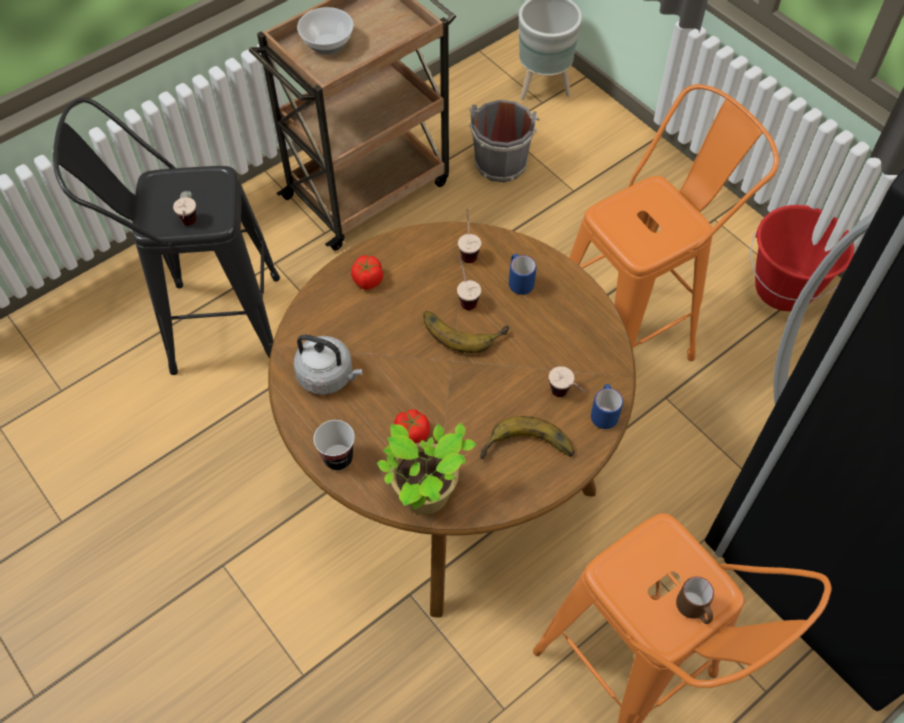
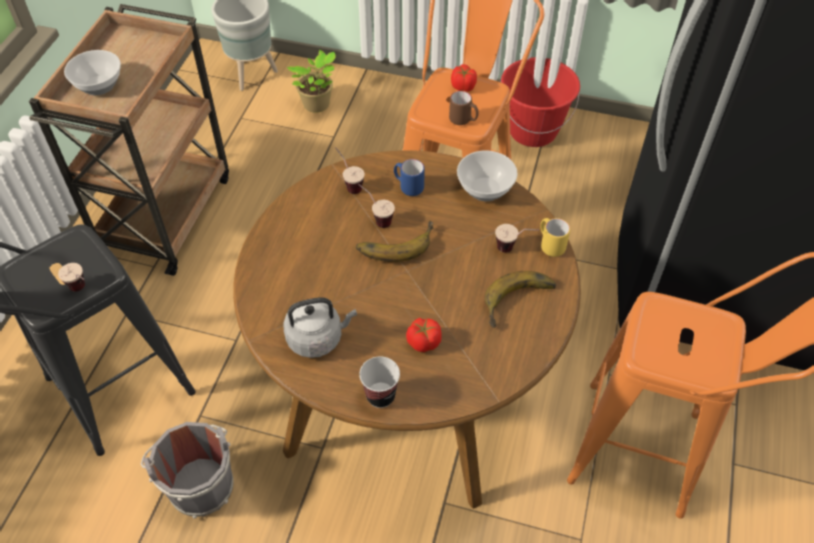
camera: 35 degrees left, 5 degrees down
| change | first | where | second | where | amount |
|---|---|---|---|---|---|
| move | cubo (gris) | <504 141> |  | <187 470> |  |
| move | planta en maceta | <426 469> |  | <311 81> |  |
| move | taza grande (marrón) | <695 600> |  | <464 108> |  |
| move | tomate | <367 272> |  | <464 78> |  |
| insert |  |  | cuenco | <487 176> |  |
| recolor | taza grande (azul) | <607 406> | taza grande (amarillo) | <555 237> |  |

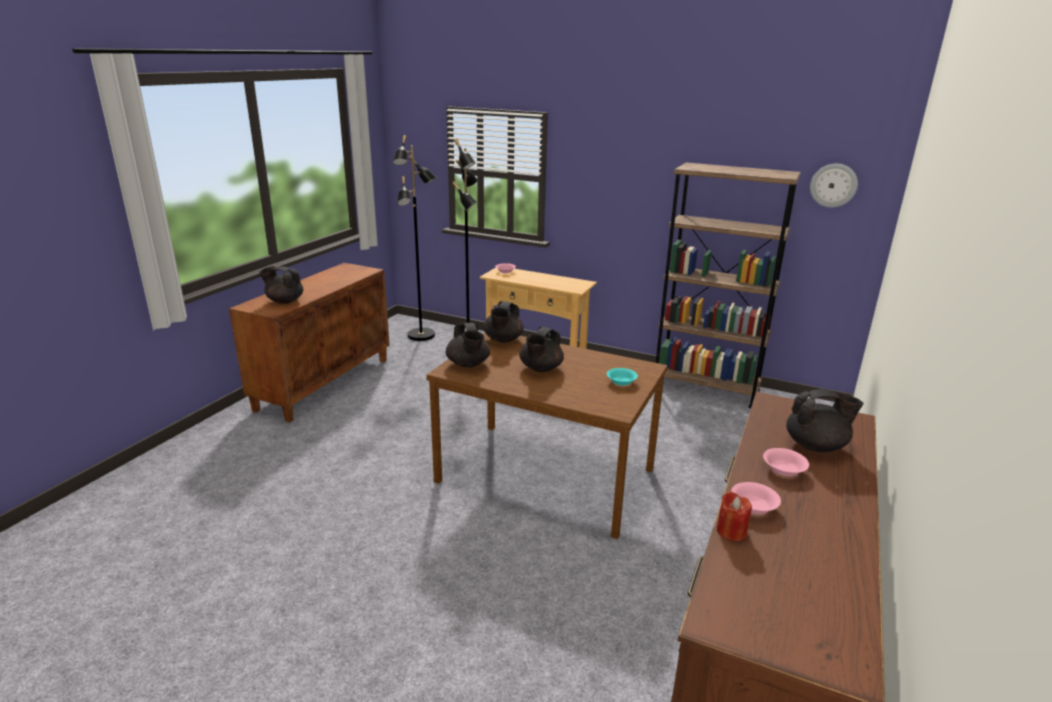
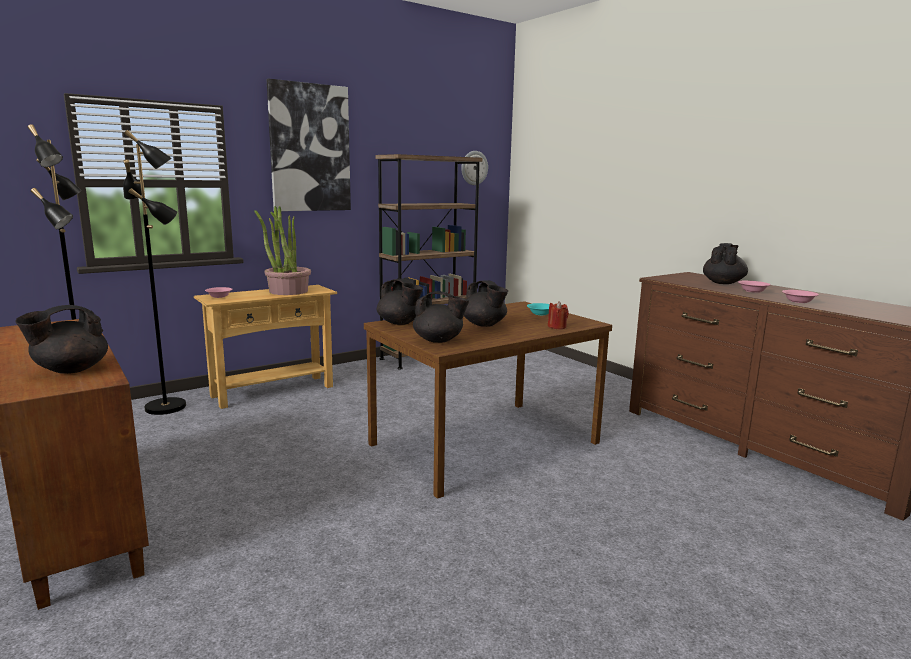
camera: 60 degrees left, 10 degrees down
| change | first | where | second | where | amount |
|---|---|---|---|---|---|
| insert |  |  | planta en maceta | <282 250> |  |
| insert |  |  | cuadro | <308 144> |  |
| move | vela (rojo) | <734 516> |  | <558 315> |  |

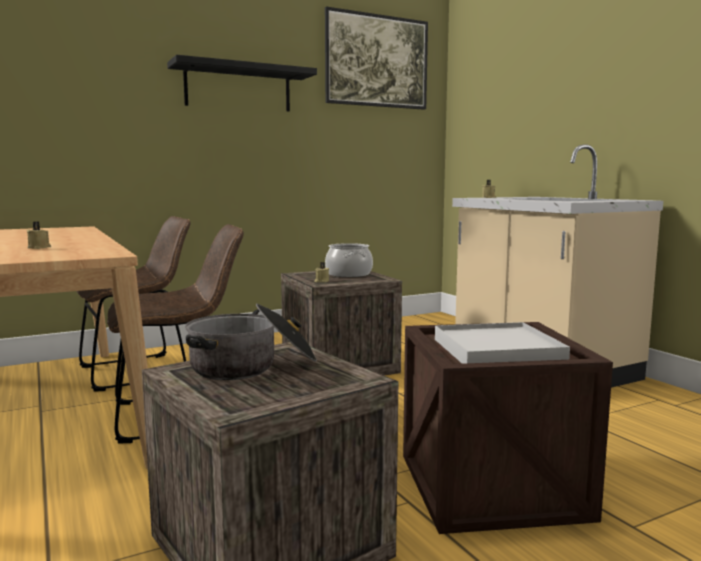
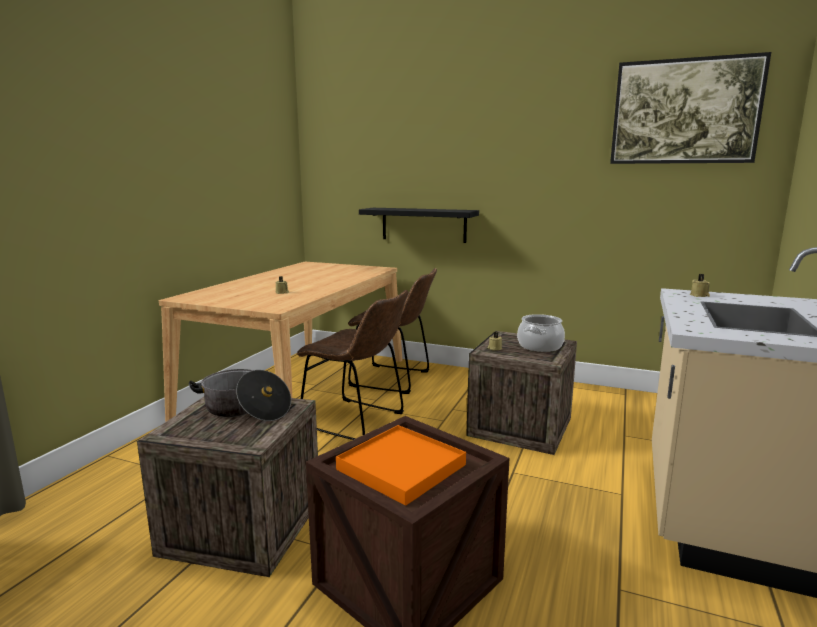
camera: 50 degrees right, 5 degrees up
| change | first | where | second | where | amount |
|---|---|---|---|---|---|
| recolor | bandeja (blanco) | <502 343> | bandeja (naranja) | <401 465> |  |
| move | estante (negro) | <242 83> |  | <419 225> |  |

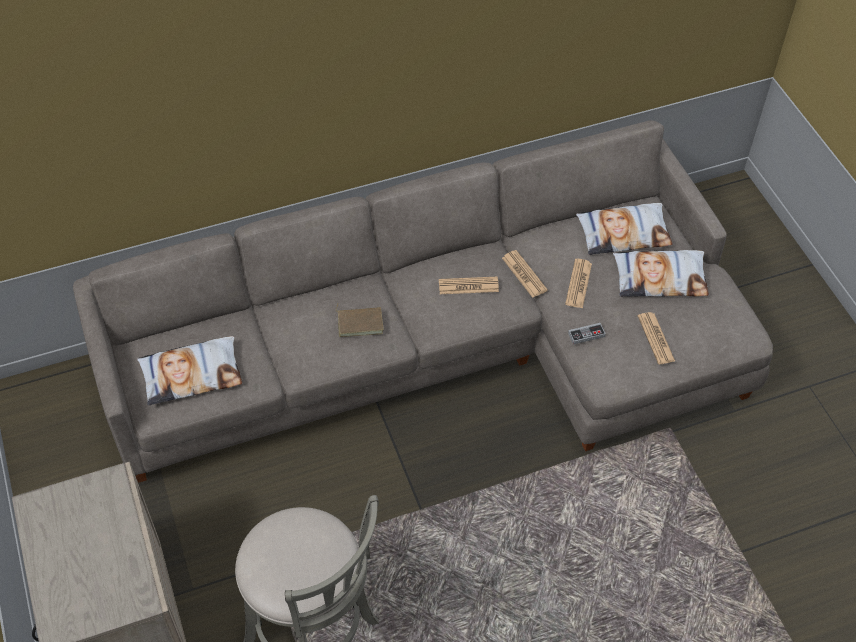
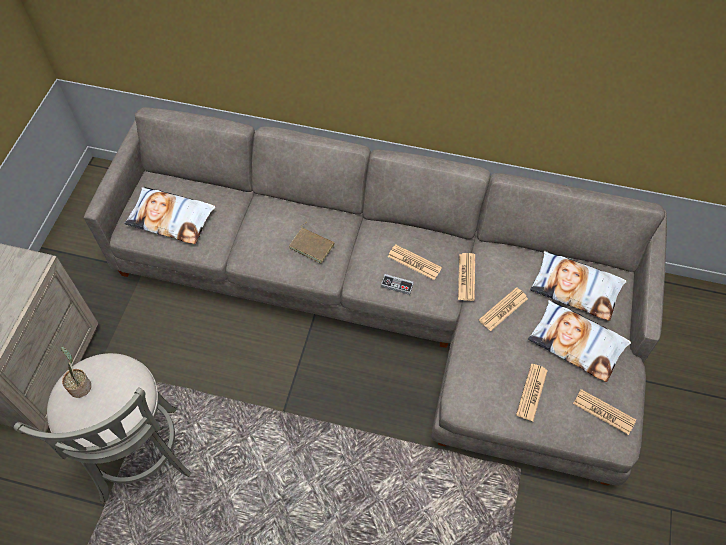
camera: 35 degrees right, 5 degrees up
| change | first | where | second | where | amount |
|---|---|---|---|---|---|
| insert |  |  | planta en maceta | <76 372> |  |
| move | mando de consola | <587 334> |  | <397 284> |  |
| insert |  |  | periódico | <604 412> |  |

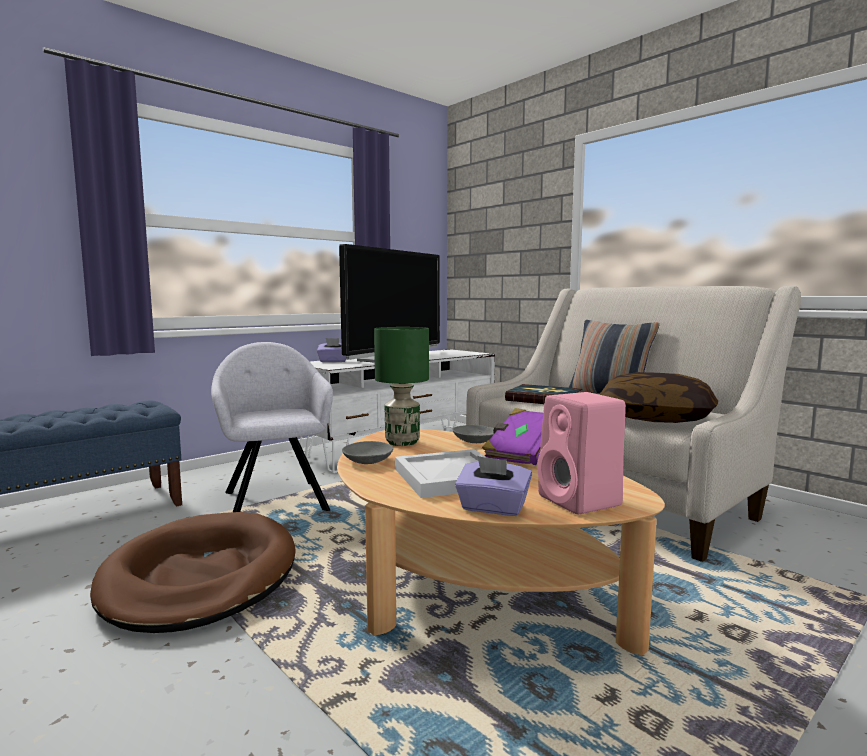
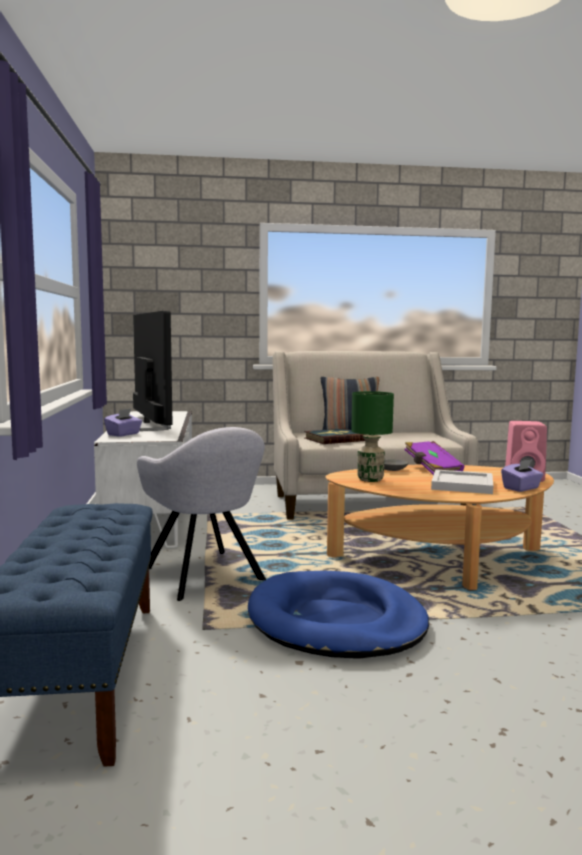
camera: 55 degrees left, 0 degrees up
| change | first | where | second | where | amount |
|---|---|---|---|---|---|
| rotate | sillón (gris) | <272 427> |  | <201 514> | 135 degrees counterclockwise |
| recolor | cama para perro (marrón) | <193 572> | cama para perro (azul) | <338 615> |  |
| delete | cuenco (gris) | <367 452> |  |  |  |
| delete | cojín | <658 397> |  |  |  |

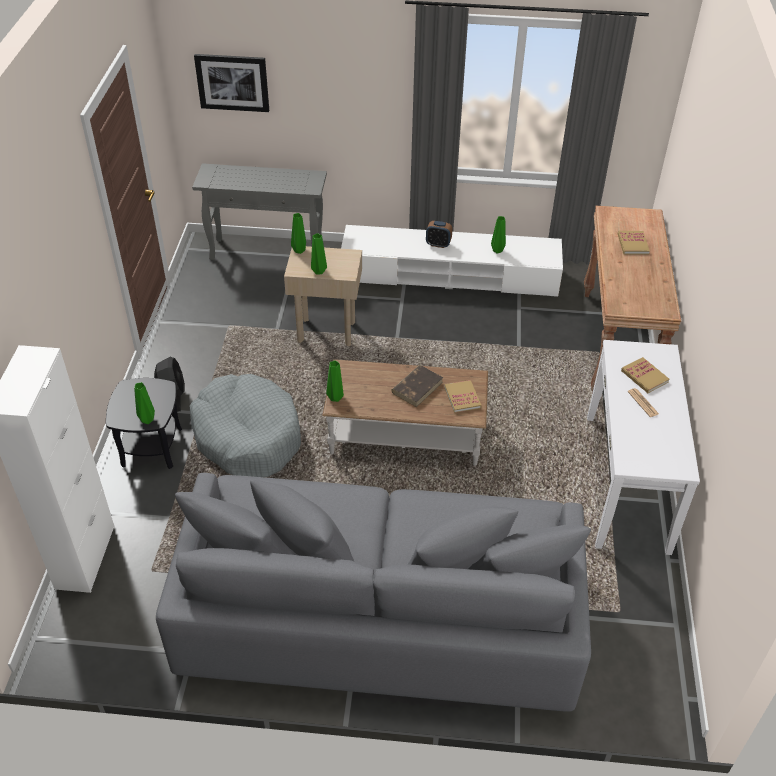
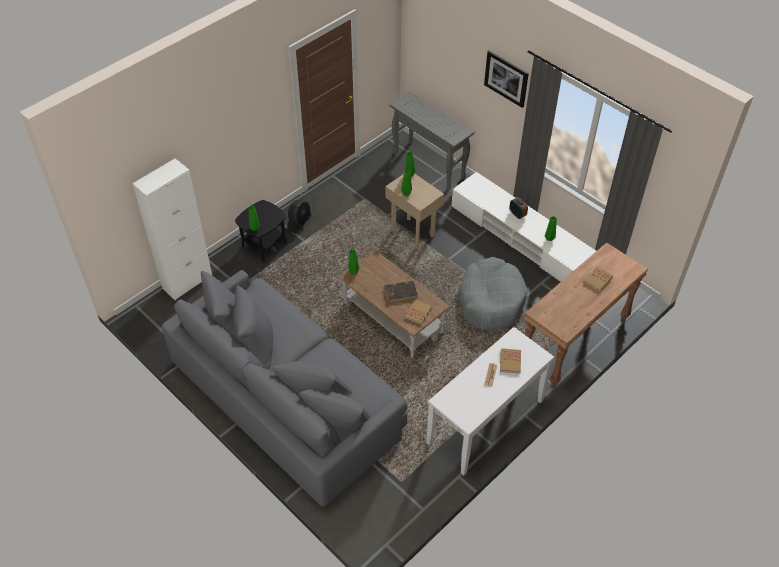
camera: 40 degrees right, 5 degrees up
| change | first | where | second | where | amount |
|---|---|---|---|---|---|
| move | cama para perro (gris) | <245 425> |  | <493 294> |  |
| move | cuadro | <231 83> |  | <506 79> |  |

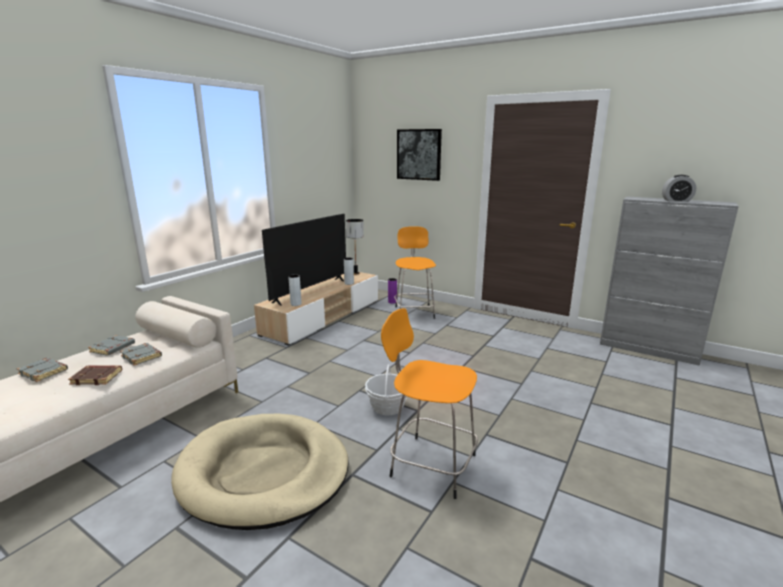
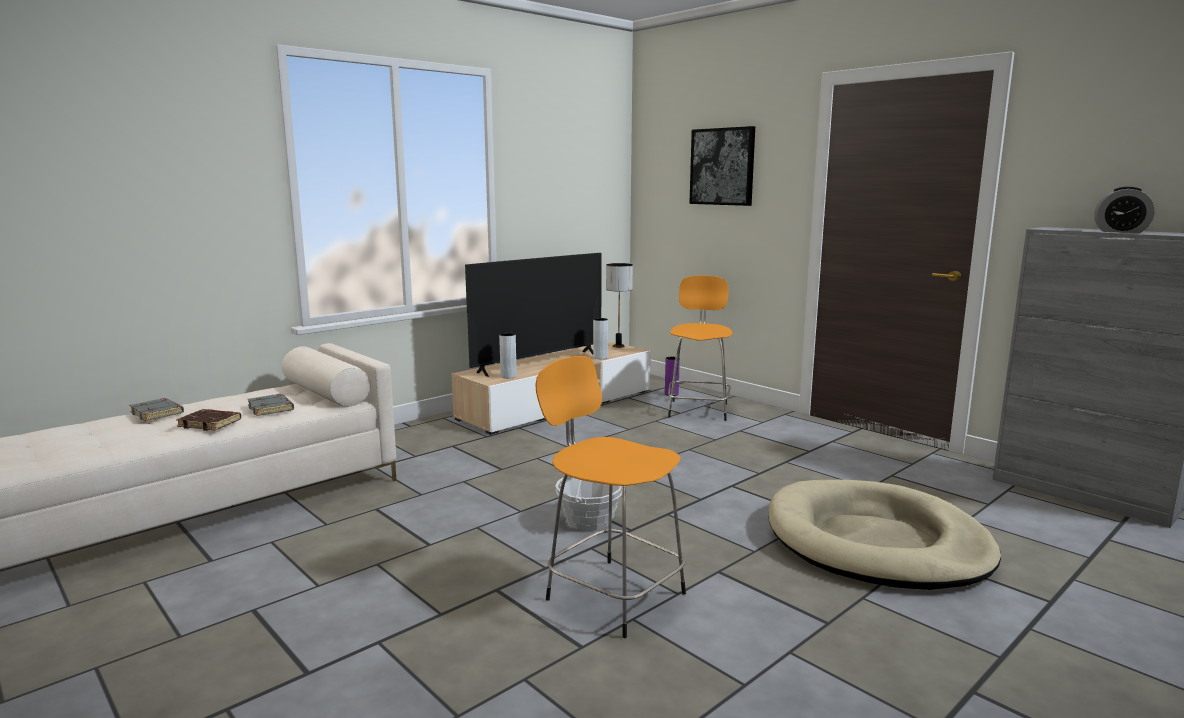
camera: 15 degrees right, 5 degrees down
| change | first | where | second | where | amount |
|---|---|---|---|---|---|
| move | cama para perro (beis) | <260 472> |  | <884 535> |  |
| delete | libro (gris) | <111 345> |  |  |  |

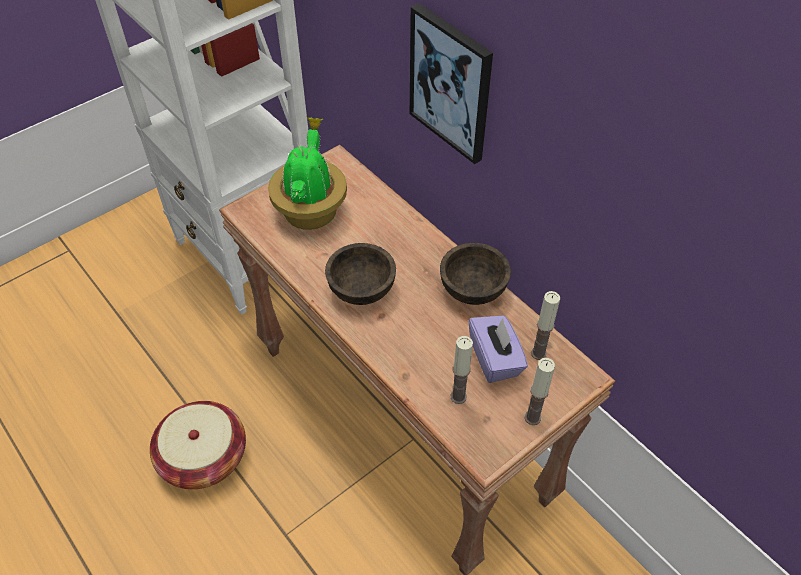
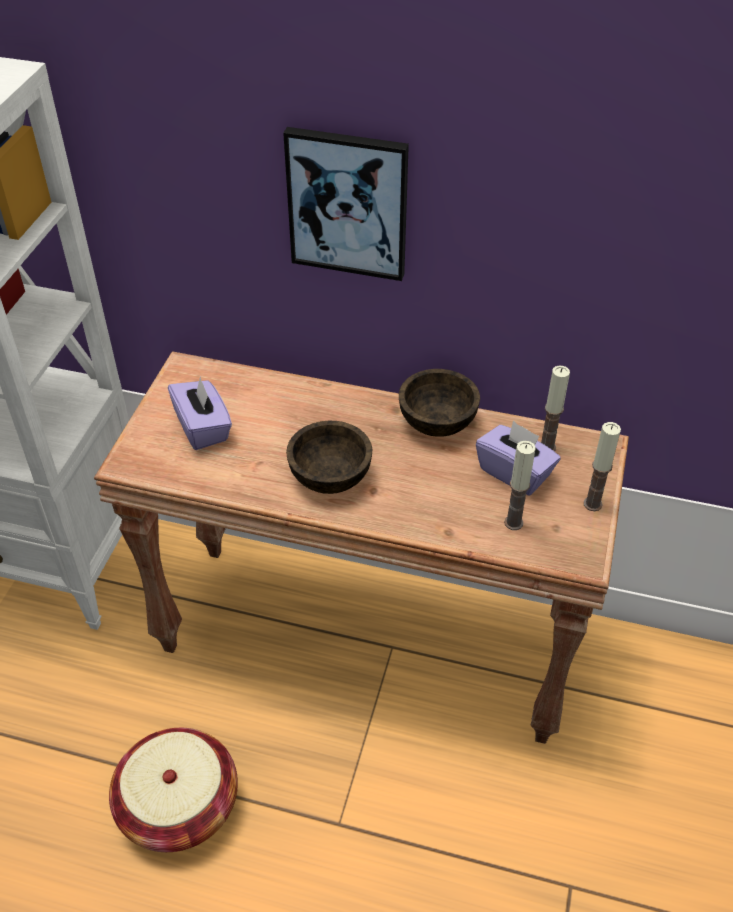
camera: 35 degrees left, 5 degrees down
| change | first | where | second | where | amount |
|---|---|---|---|---|---|
| replace | planta en maceta | <307 173> | caja de pañuelos (morado) | <200 413> |  |

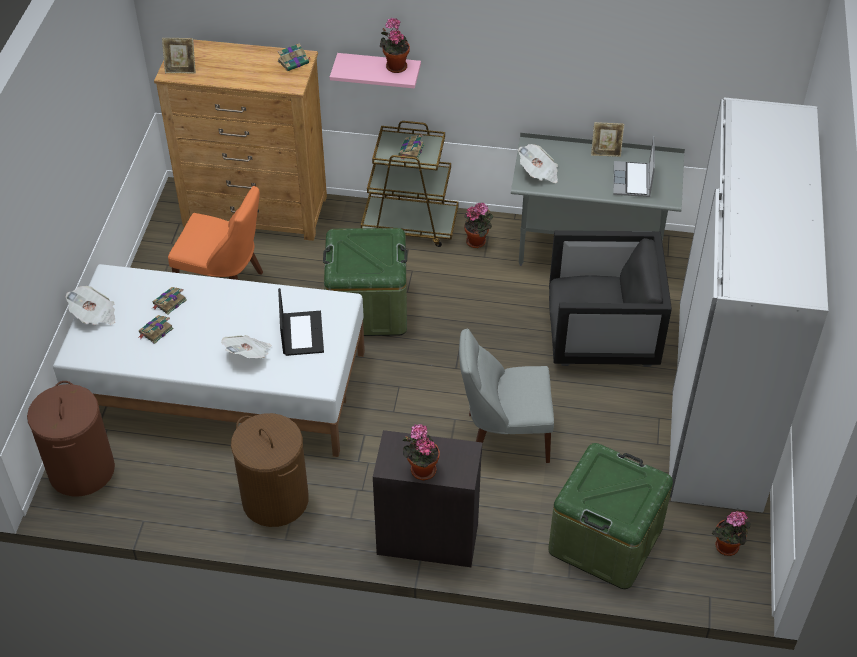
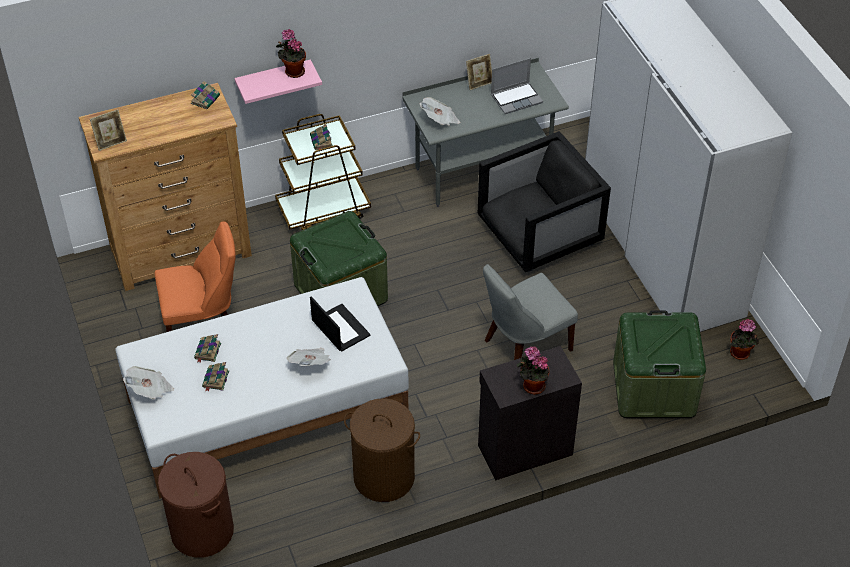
camera: 30 degrees left, 0 degrees up
| change | first | where | second | where | amount |
|---|---|---|---|---|---|
| rotate | portátil | <634 166> |  | <517 86> | 90 degrees counterclockwise |
| delete | planta en maceta | <478 225> |  |  |  |

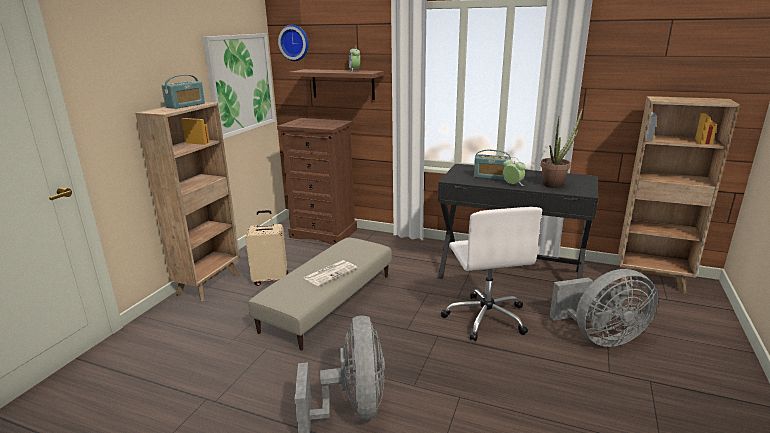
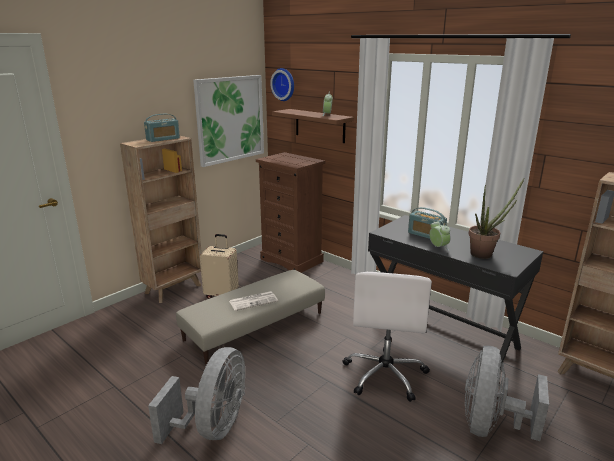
camera: 20 degrees right, 0 degrees up
| change | first | where | second | where | amount |
|---|---|---|---|---|---|
| rotate | ventilador (gris) | <604 308> |  | <507 393> | 105 degrees clockwise |

